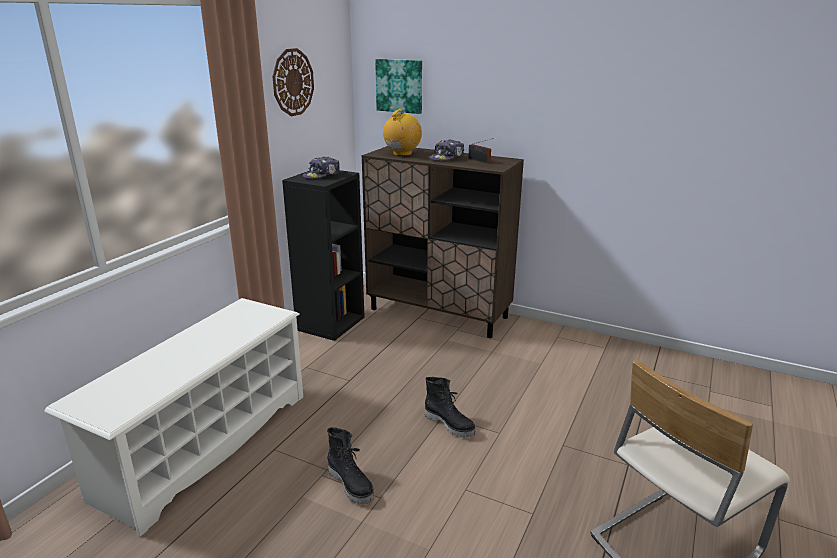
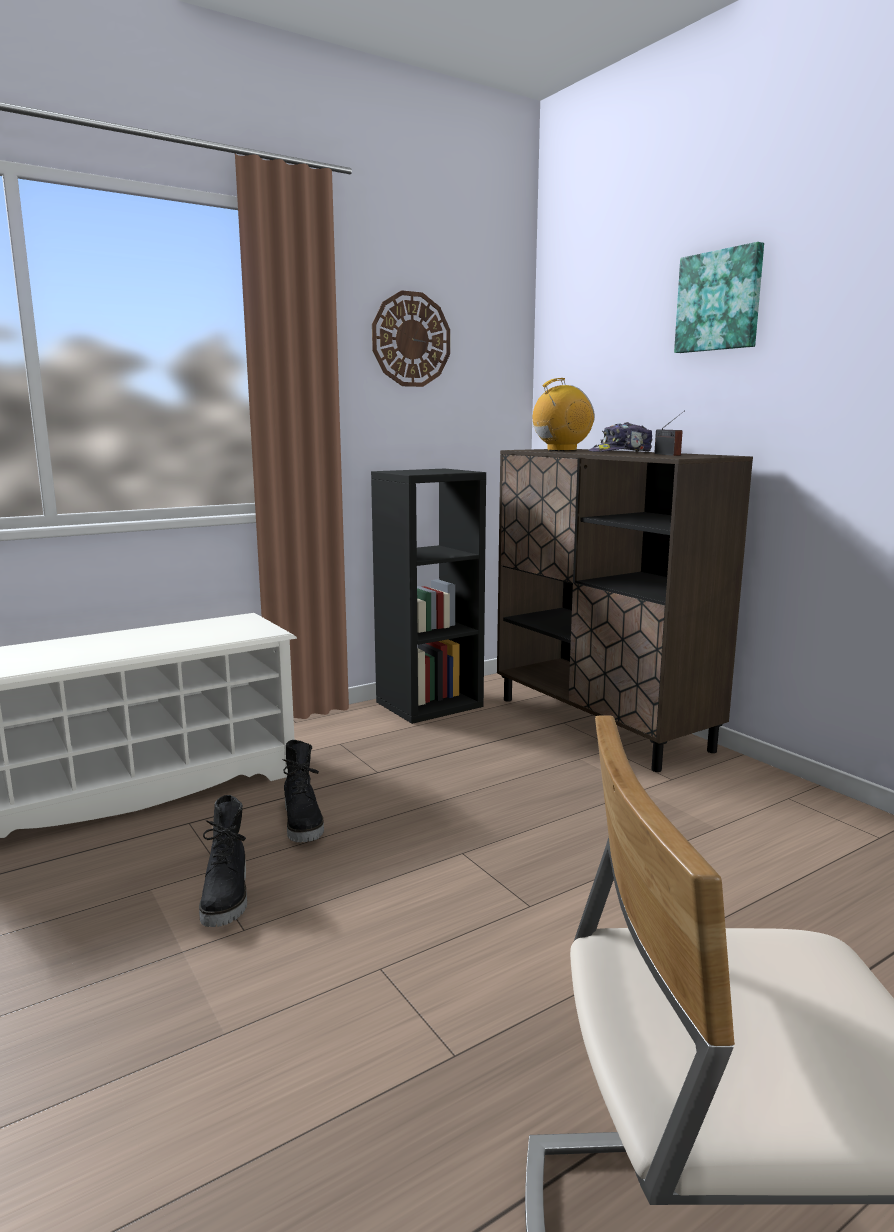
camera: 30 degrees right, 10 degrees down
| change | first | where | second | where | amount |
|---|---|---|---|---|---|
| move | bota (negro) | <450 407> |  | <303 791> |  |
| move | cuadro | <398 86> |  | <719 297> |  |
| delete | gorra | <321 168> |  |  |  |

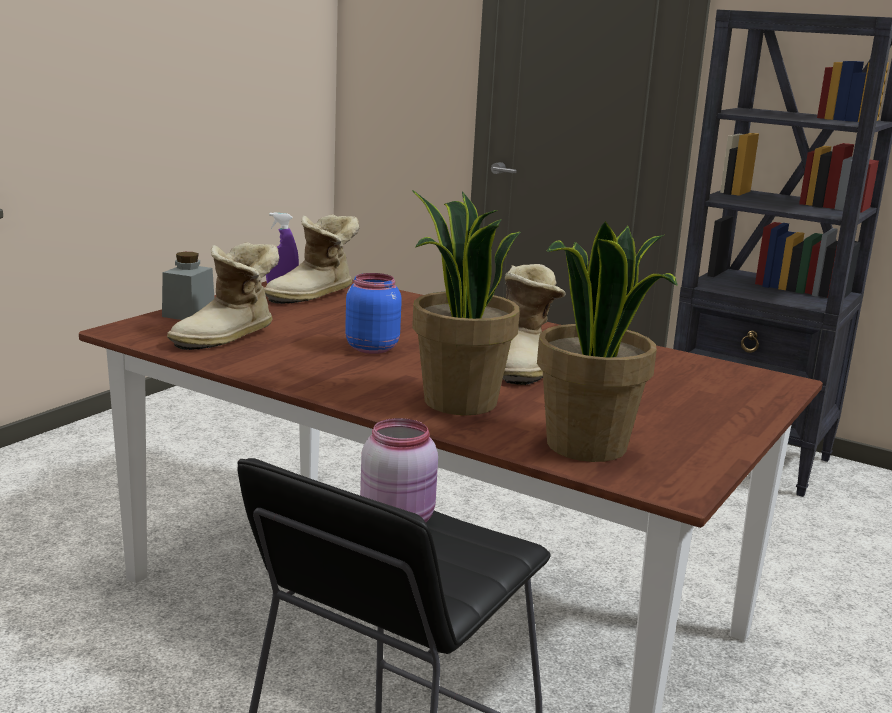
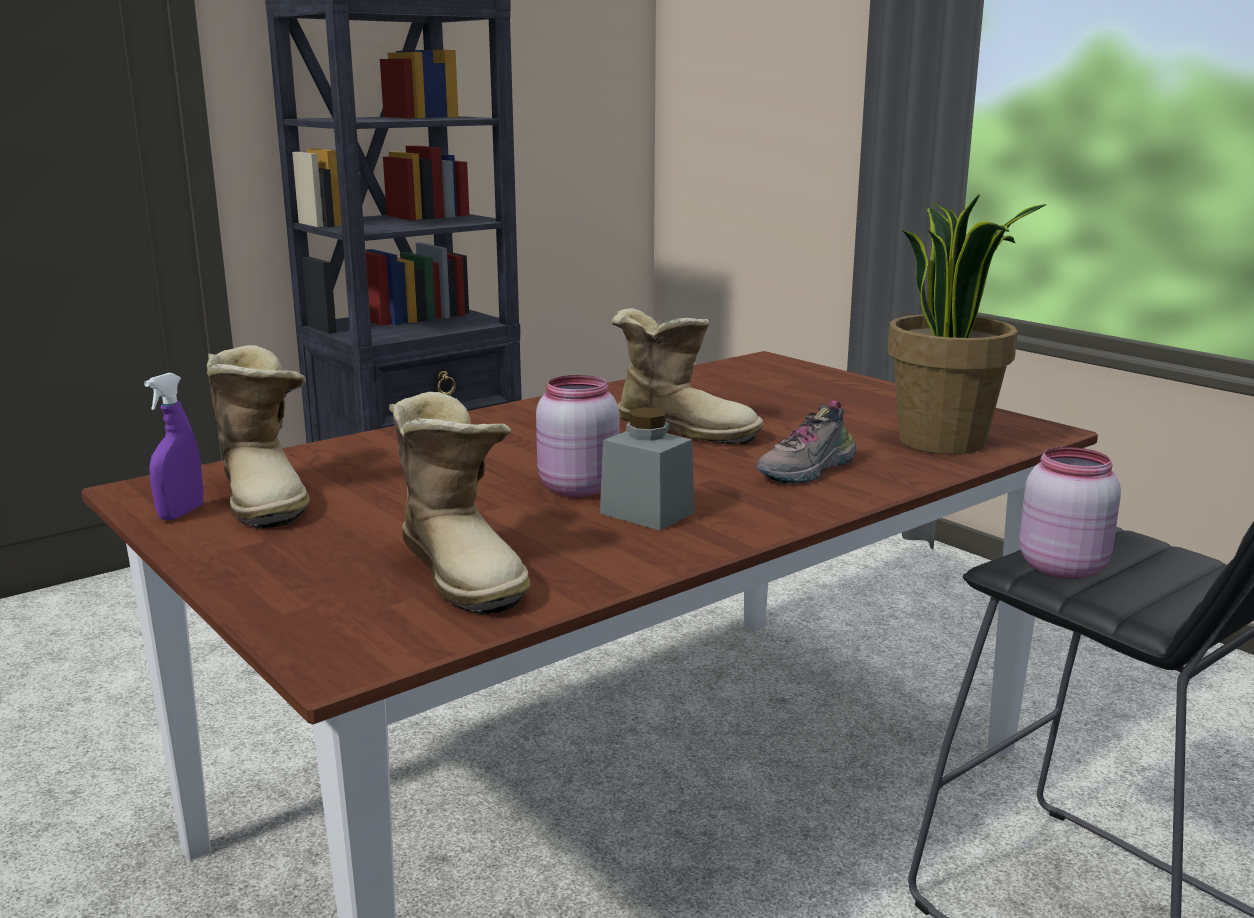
camera: 70 degrees left, 0 degrees up
| change | first | where | second | where | amount |
|---|---|---|---|---|---|
| recolor | tarro (azul) | <373 313> | tarro (rosa) | <578 436> |  |
| move | tarro (gris) | <188 286> |  | <647 468> |  |
| replace | planta en maceta | <466 302> | zapato | <806 442> |  |

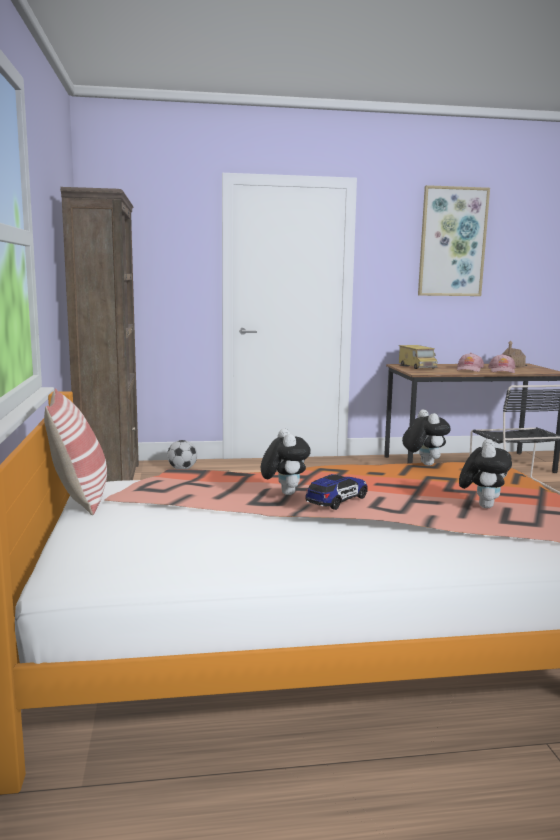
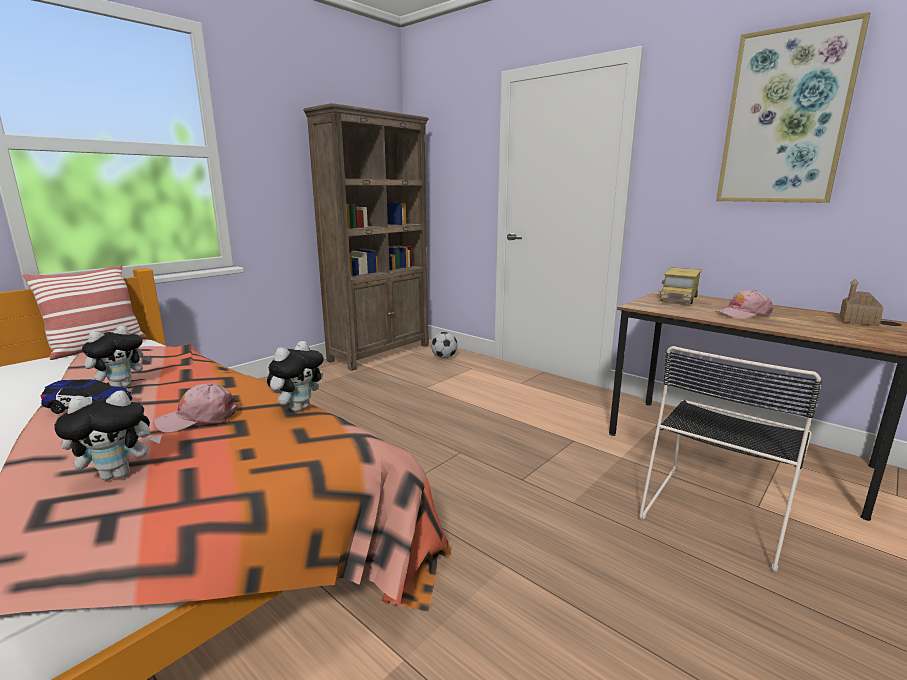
camera: 50 degrees right, 5 degrees up
| change | first | where | second | where | amount |
|---|---|---|---|---|---|
| move | gorra (rosa) | <502 363> |  | <195 408> |  |

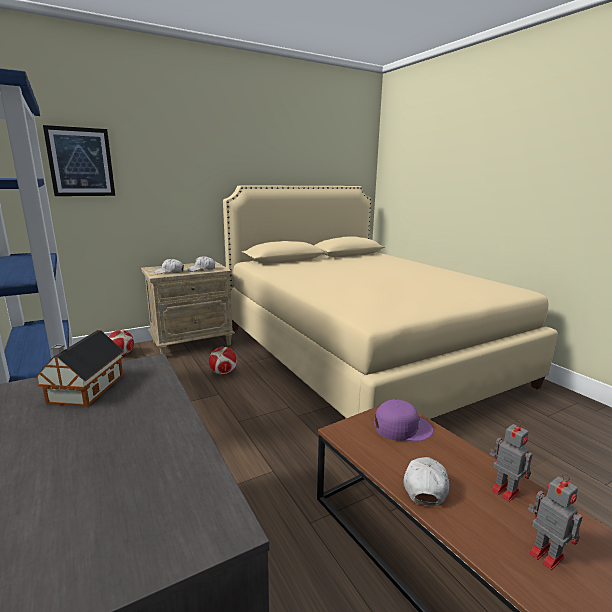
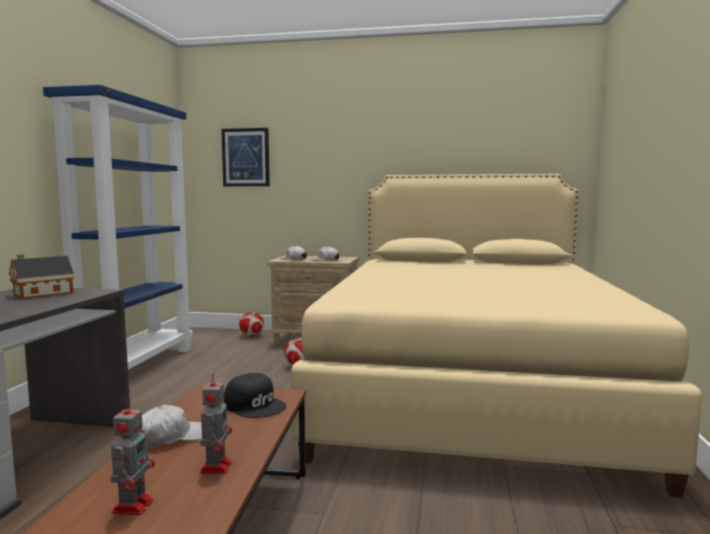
camera: 40 degrees right, 10 degrees down
| change | first | where | second | where | amount |
|---|---|---|---|---|---|
| recolor | gorra (morado) | <403 420> | gorra (negro) | <255 395> |  |

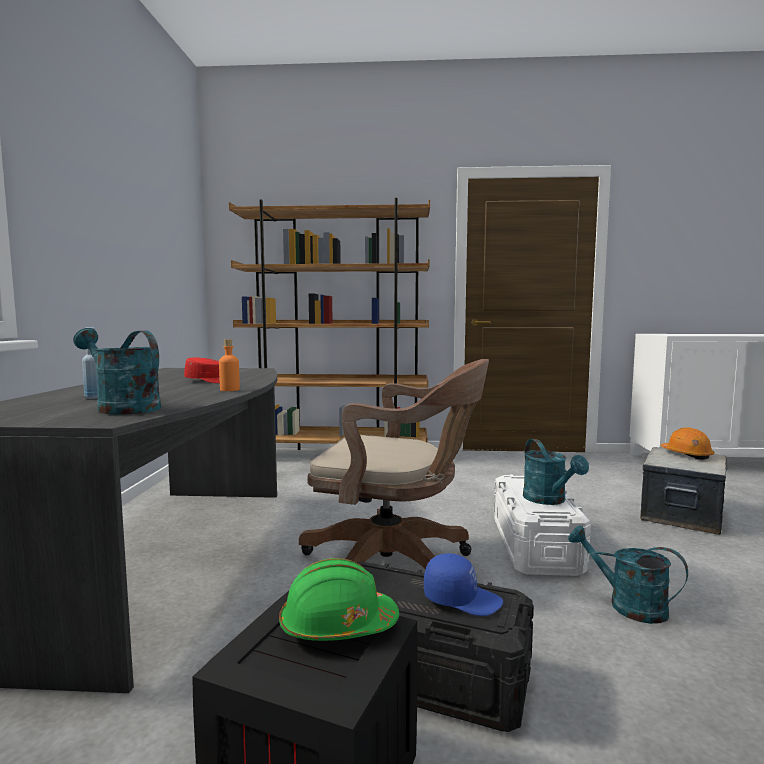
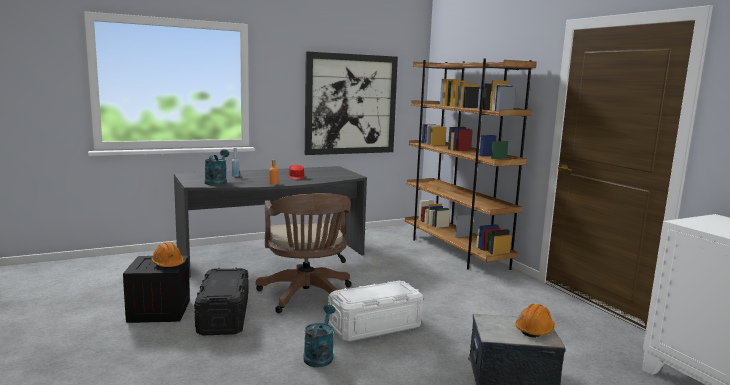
camera: 60 degrees right, 5 degrees up
| change | first | where | second | where | amount |
|---|---|---|---|---|---|
| recolor | casco (verde) | <339 599> | casco (naranja) | <168 254> |  |
| insert |  |  | cuadro | <351 103> |  |
| delete | gorra (azul) | <463 584> |  |  |  |
| delete | regadera (turquesa) | <556 472> |  |  |  |

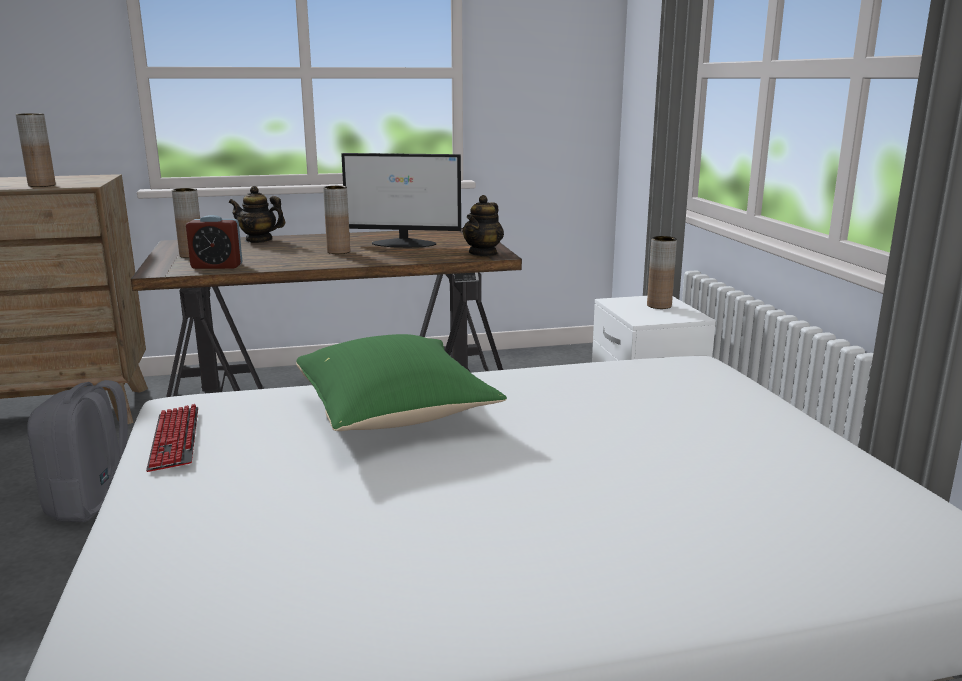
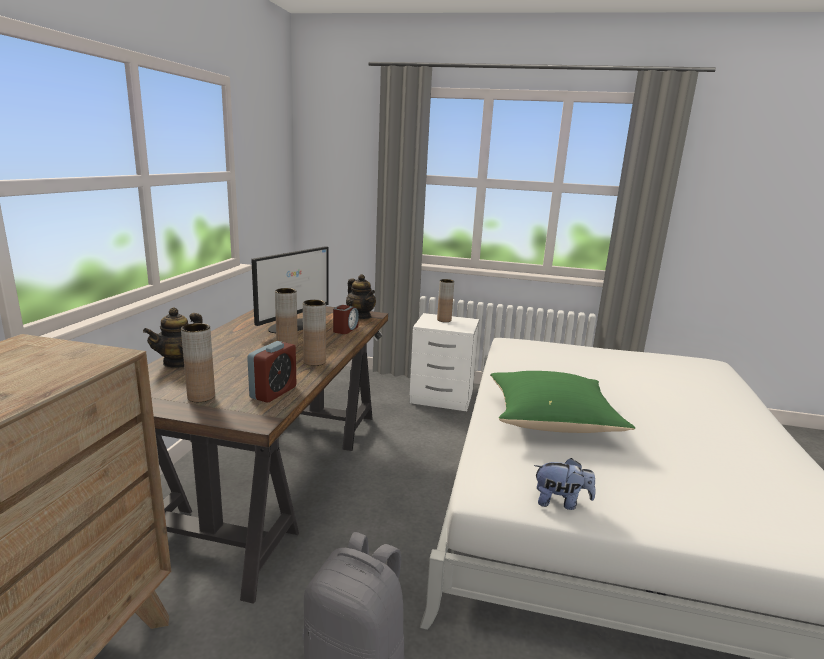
camera: 65 degrees left, 0 degrees up
| change | first | where | second | where | amount |
|---|---|---|---|---|---|
| move | florero (marrón) | <36 150> |  | <314 333> |  |
| insert |  |  | despertador | <346 319> |  |
| replace | teclado | <172 438> | peluche | <565 484> |  |

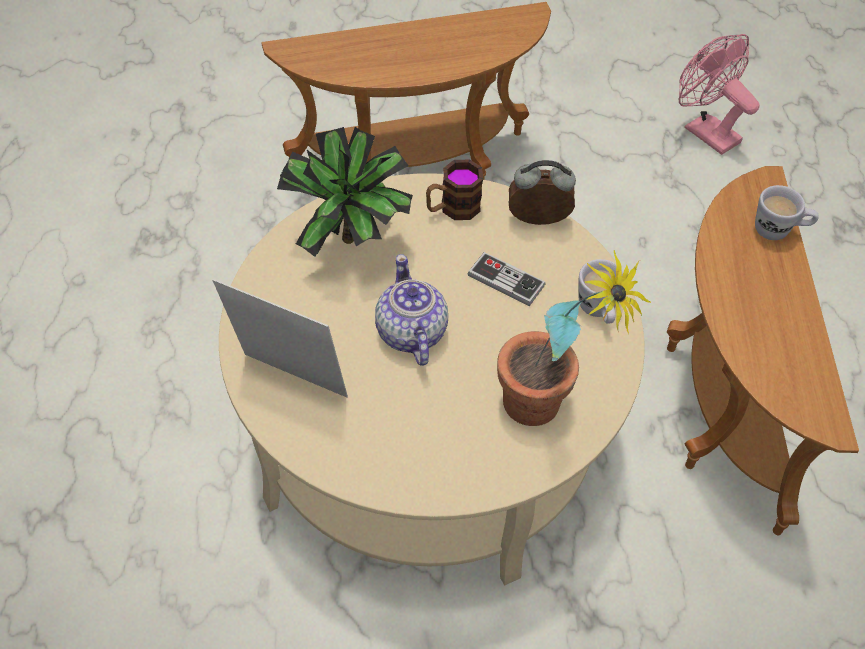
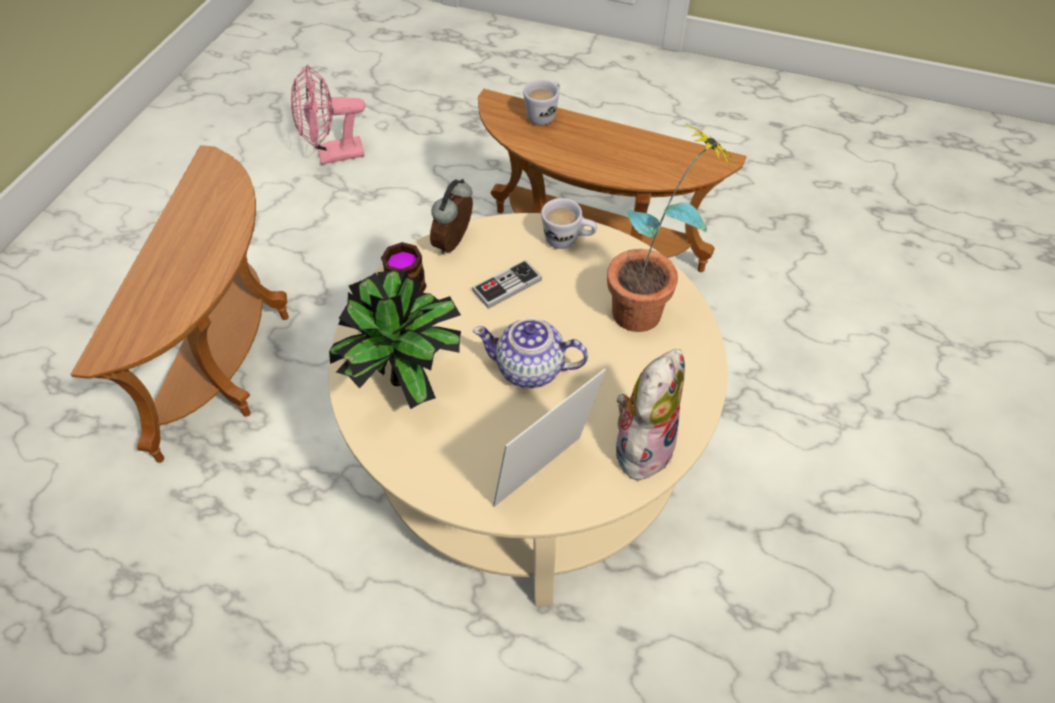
camera: 65 degrees left, 0 degrees up
| change | first | where | second | where | amount |
|---|---|---|---|---|---|
| insert |  |  | peluche | <650 418> |  |

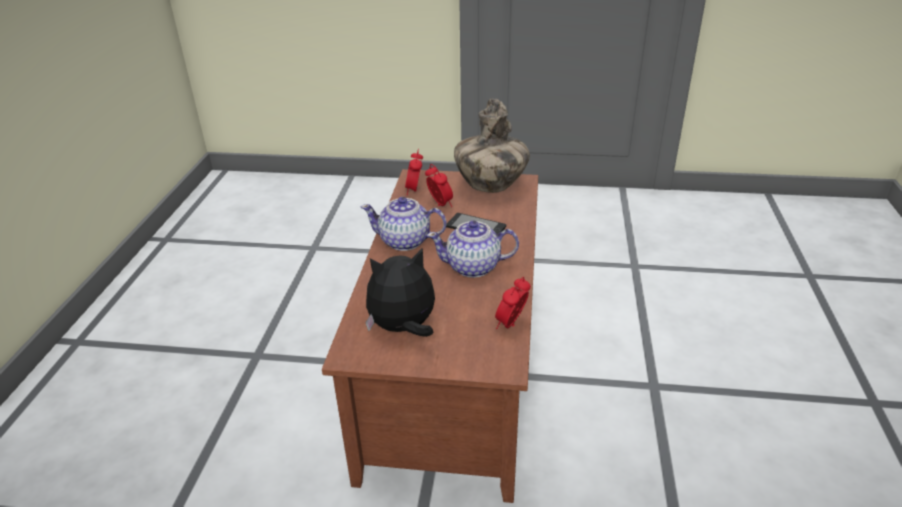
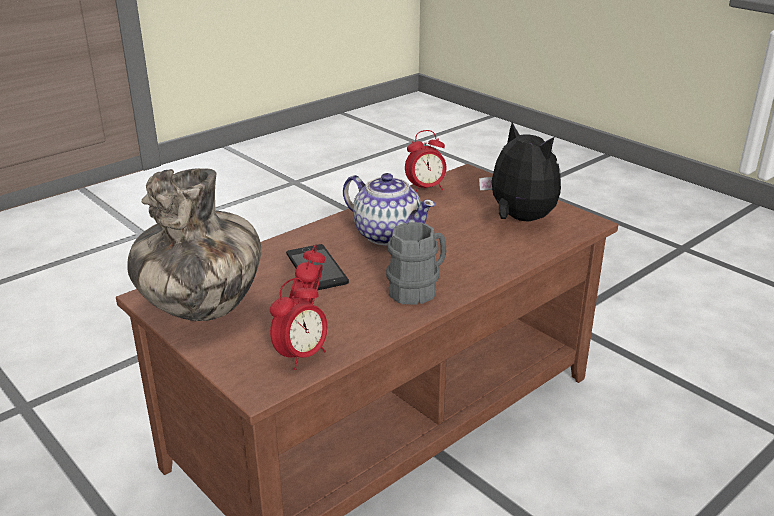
camera: 140 degrees left, 5 degrees down
| change | first | where | second | where | amount |
|---|---|---|---|---|---|
| replace | tetera | <404 224> | taza grande (gris) | <416 263> |  |
| rotate | peluche | <400 292> |  | <520 171> | 150 degrees counterclockwise |

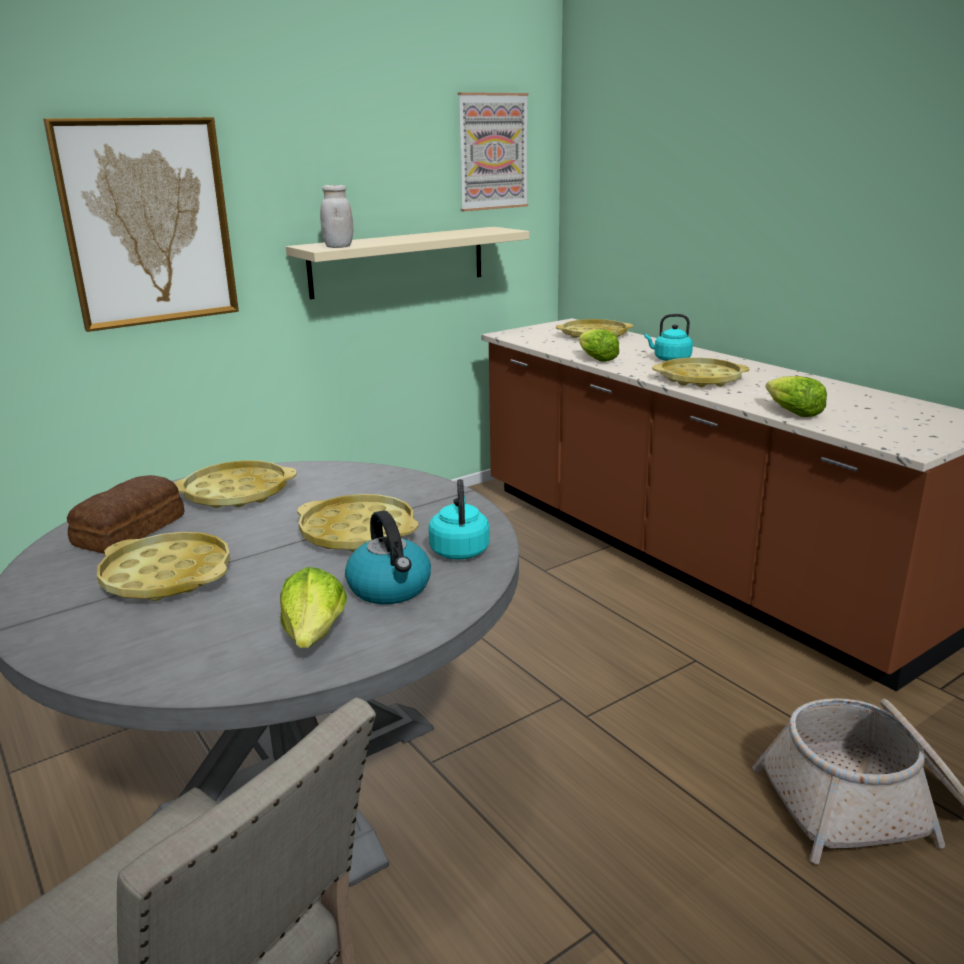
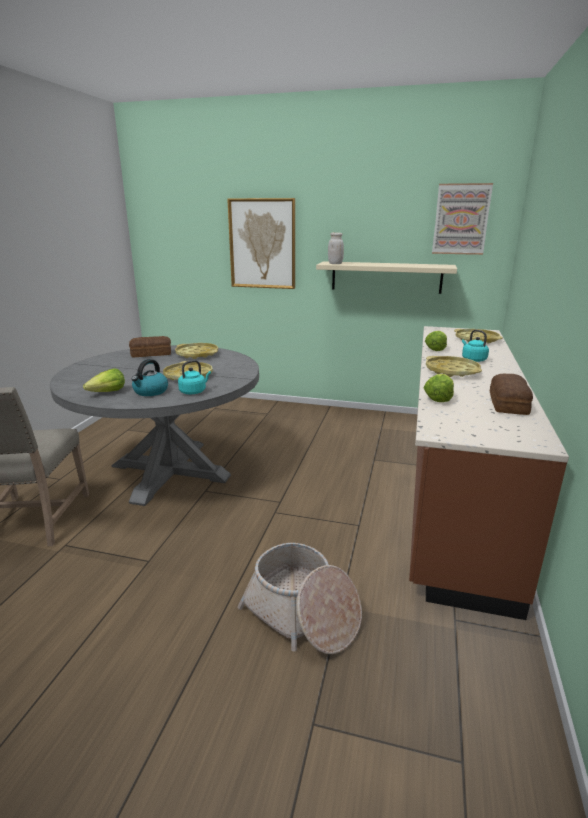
camera: 50 degrees right, 0 degrees up
| change | first | where | second | where | amount |
|---|---|---|---|---|---|
| insert |  |  | pan | <511 394> |  |
| delete | bandeja (amarillo) | <163 566> |  |  |  |

